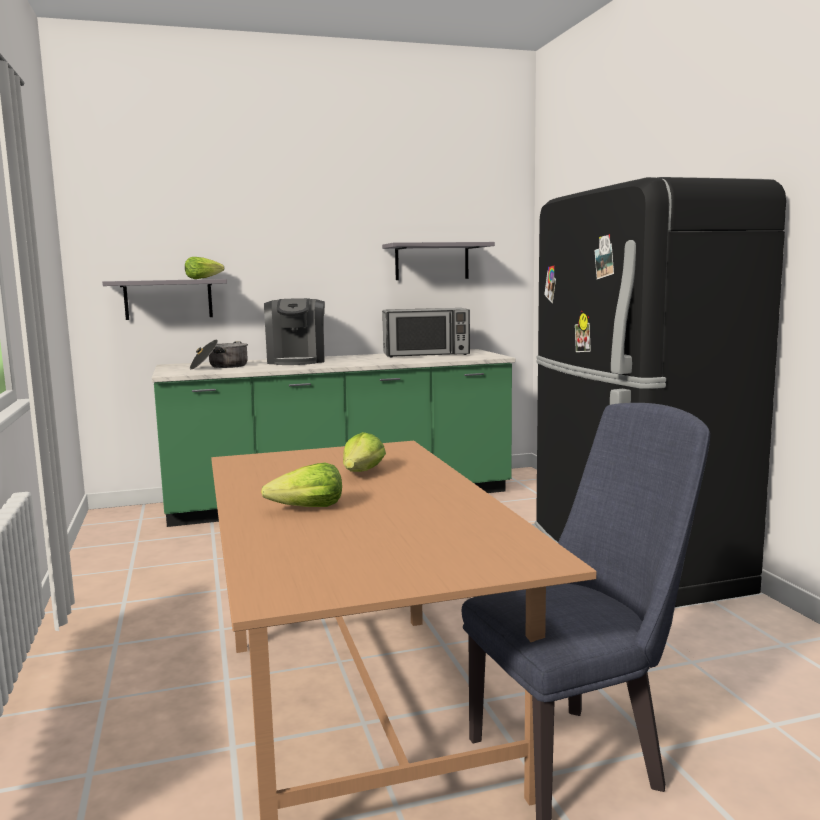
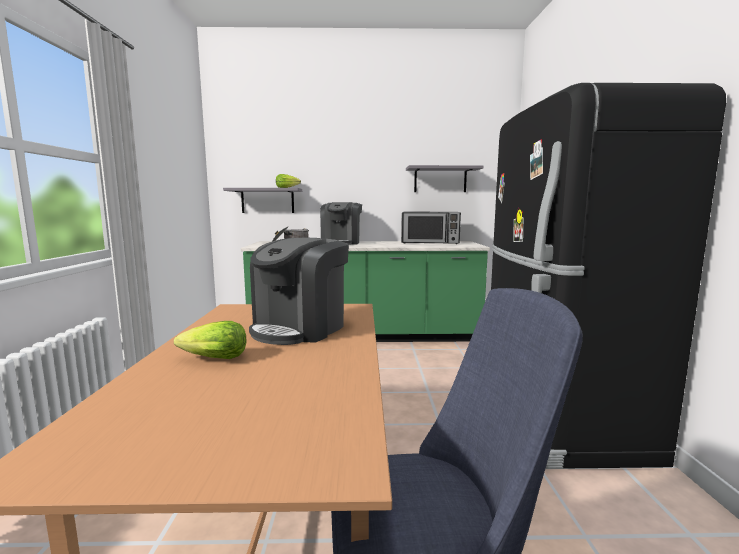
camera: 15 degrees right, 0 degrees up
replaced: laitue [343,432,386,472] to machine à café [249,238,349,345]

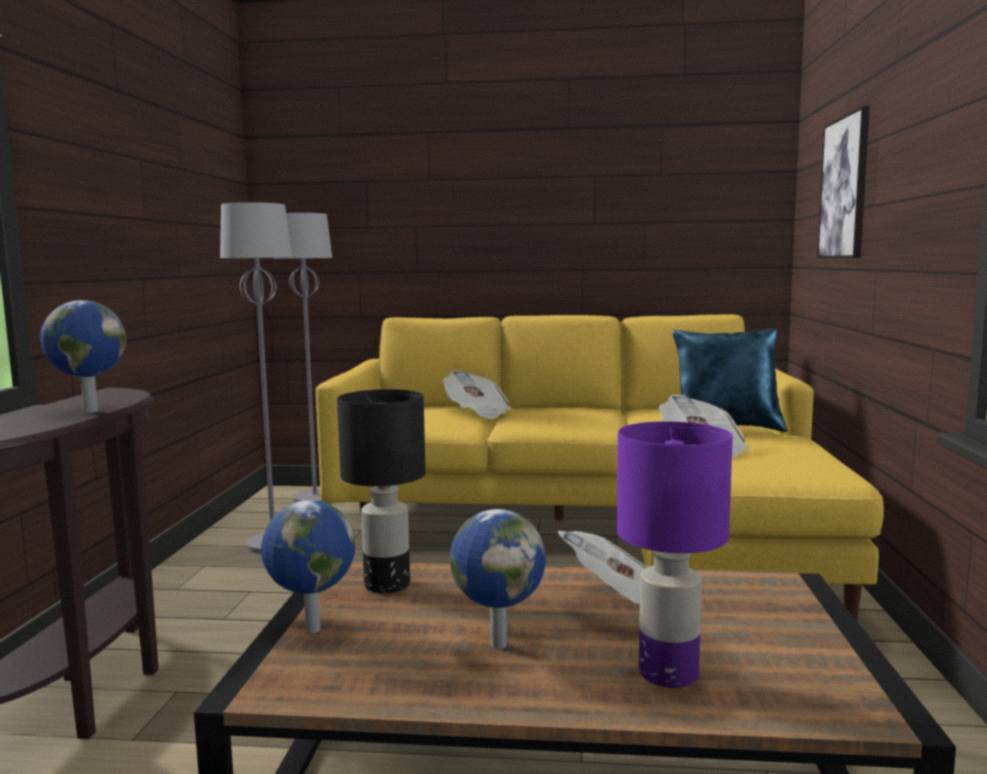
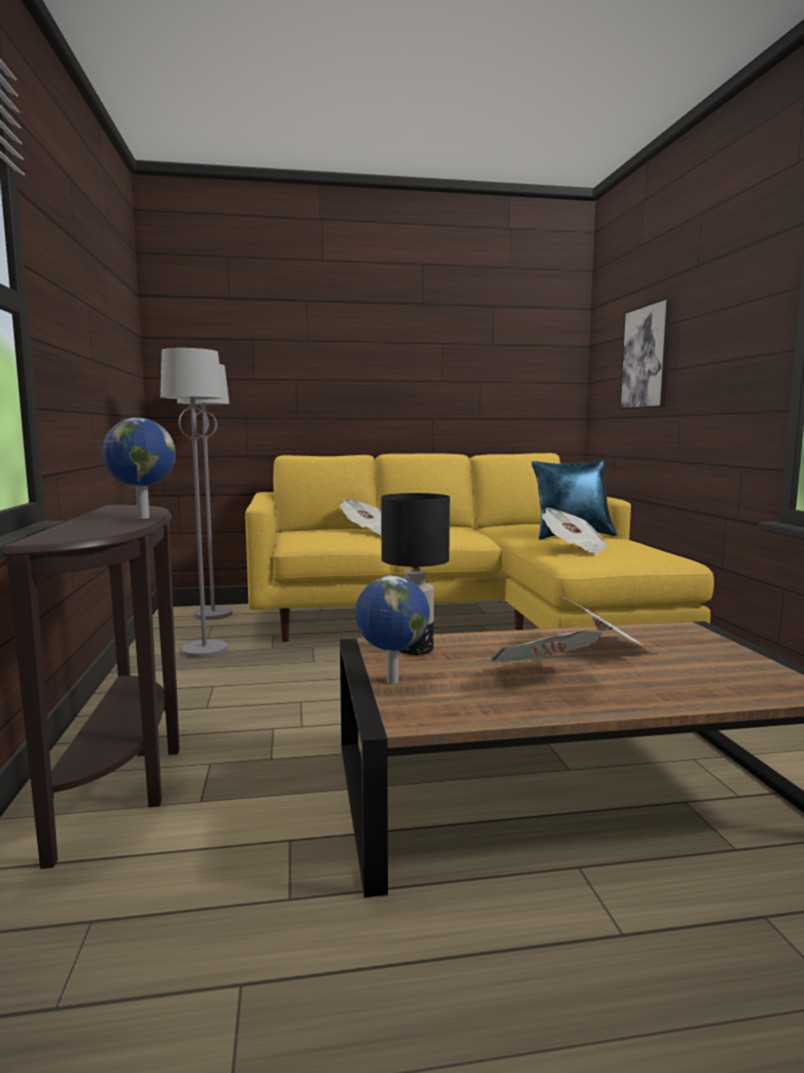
camera: 15 degrees left, 0 degrees up
removed: lampe de table (violet) [617,421,733,688]
replaced: globe [450,509,546,649] to journal [489,631,602,662]

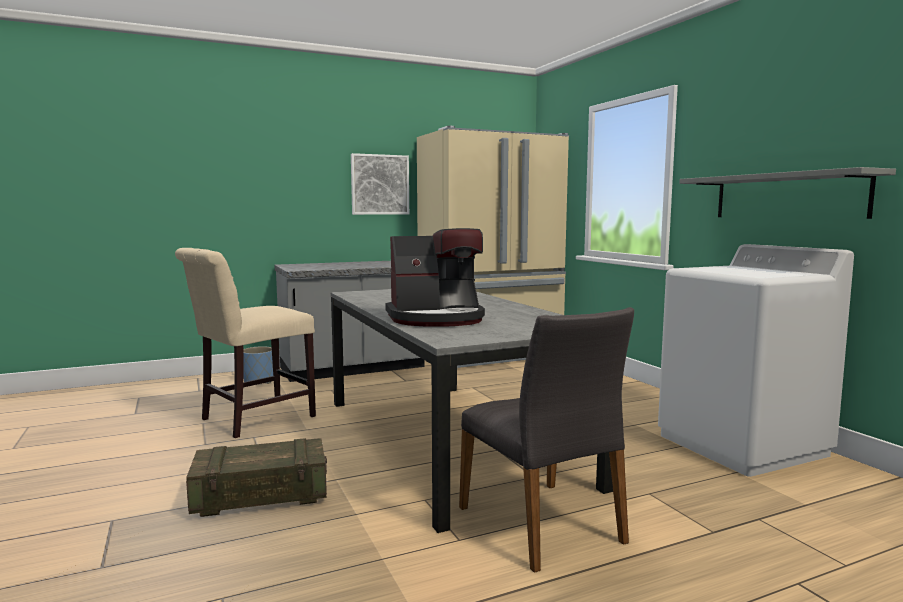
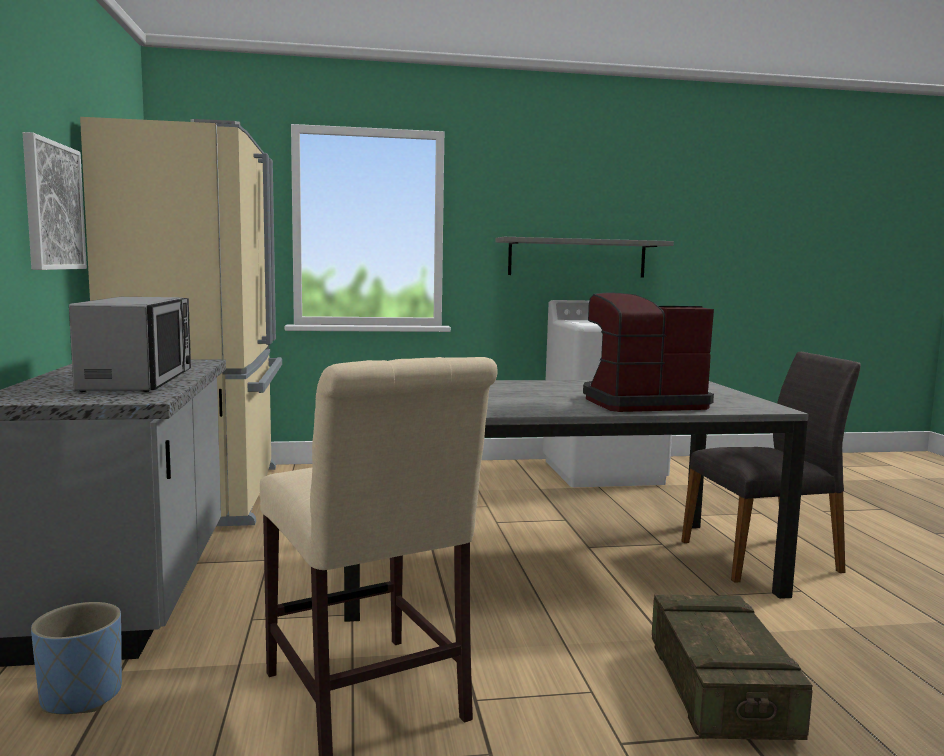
camera: 75 degrees left, 0 degrees up
added: micro-ondes [69,297,191,392]
turned: machine à café [386,228,485,327] = [583,293,714,412] 105 degrees counterclockwise

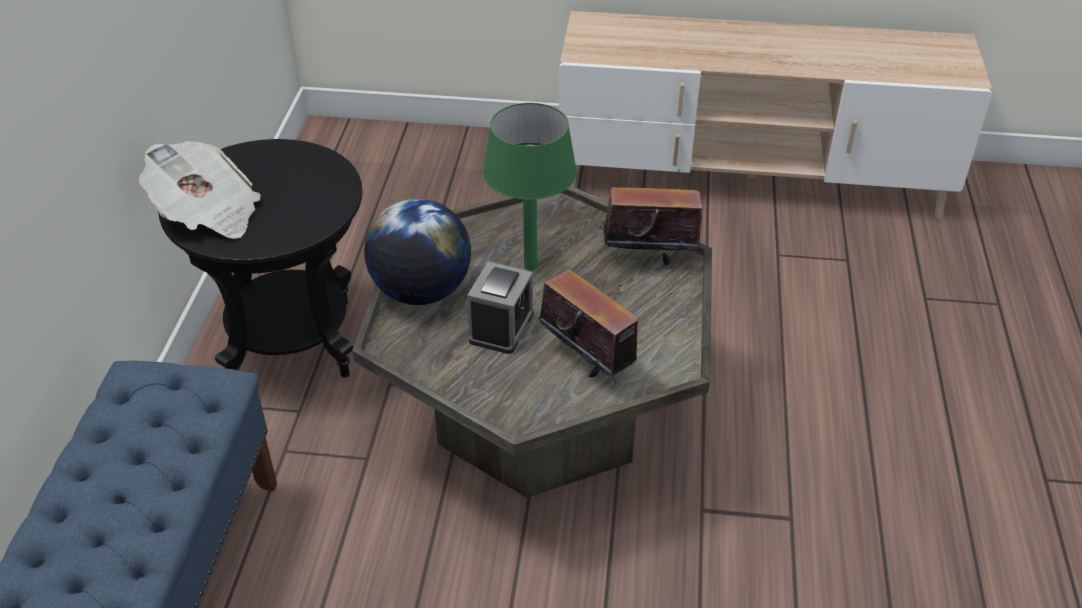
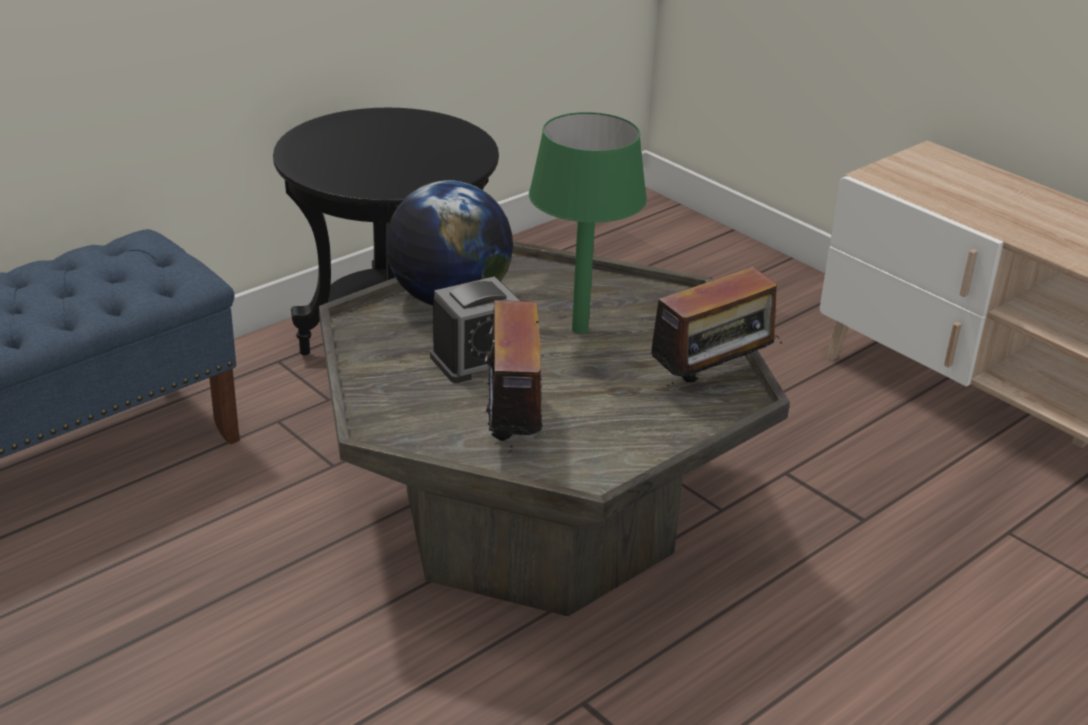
camera: 40 degrees right, 10 degrees down
removed: journal [139,141,261,239]
turned: radio [600,170,712,265] = [642,263,782,390] 105 degrees clockwise

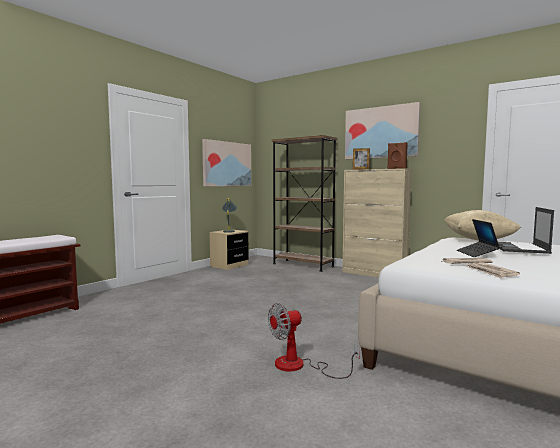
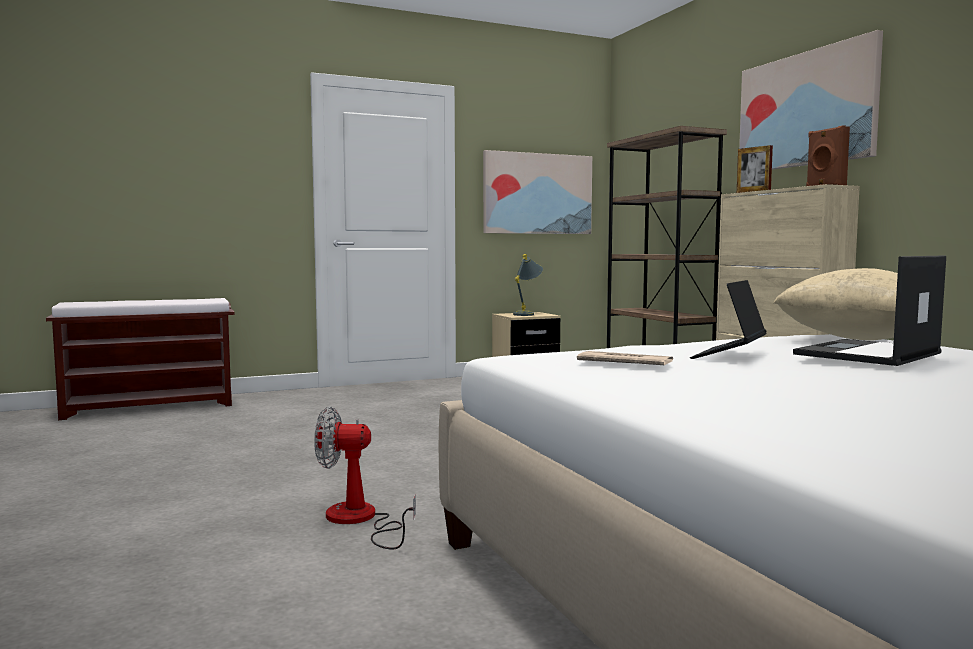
camera: 30 degrees right, 0 degrees up
removed: journal [465,262,520,279]

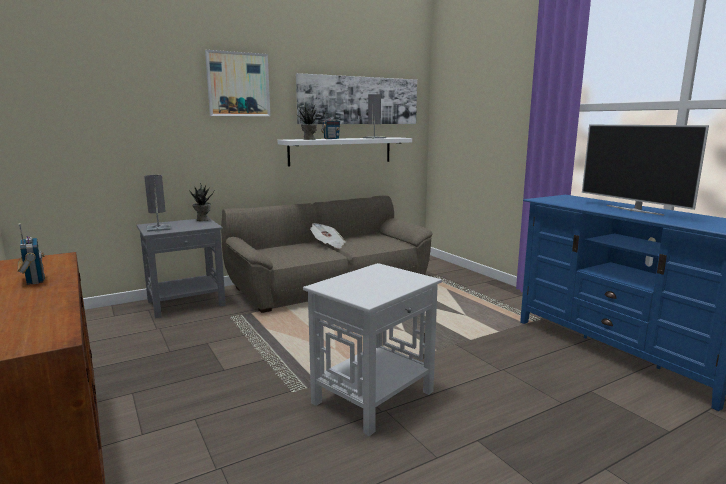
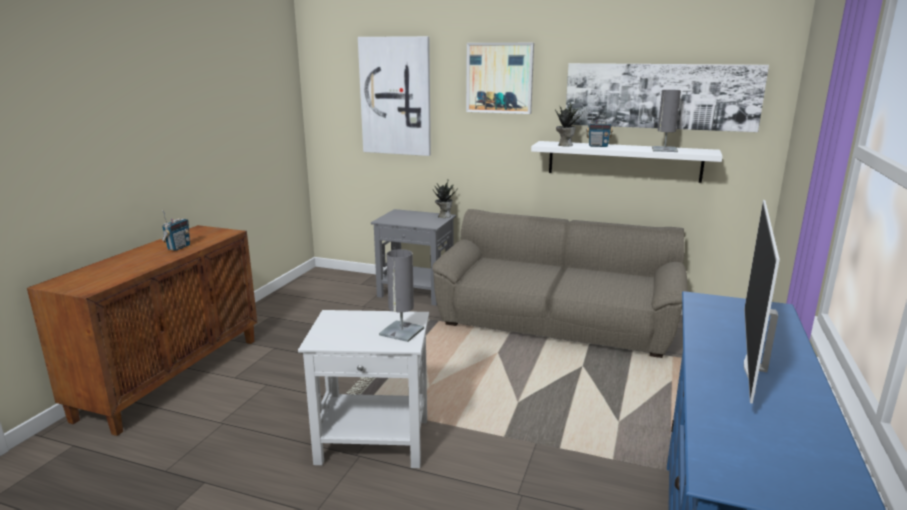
camera: 50 degrees right, 5 degrees up
removed: journal [310,223,346,249]
added: tableau [358,36,431,156]
moved: lampe de table (gris) [144,175,171,232] to [379,249,424,342]

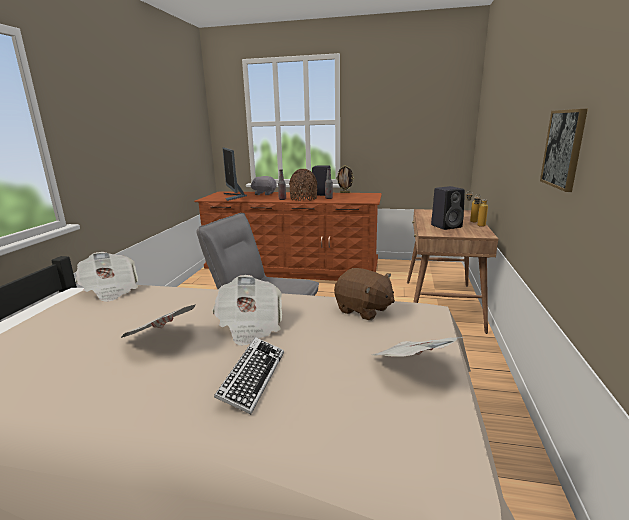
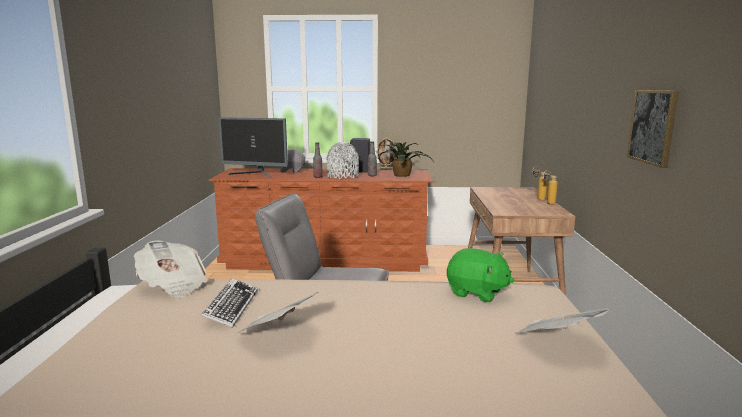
camera: 10 degrees left, 5 degrees down
removed: journal [213,275,282,346]; enceinte (noir) [431,186,465,230]
added: plante en pot [379,142,434,177]
moved: clavier [214,337,284,414] to [201,278,258,328]
recoloured: vase (marron) [289,169,317,201] to vase (gris) [326,142,359,179]; peluche (marron) [334,268,395,320] to peluche (vert) [447,248,514,302]
turned: écran d'ordinateur [223,148,247,201] = [219,117,288,177] 45 degrees counterclockwise

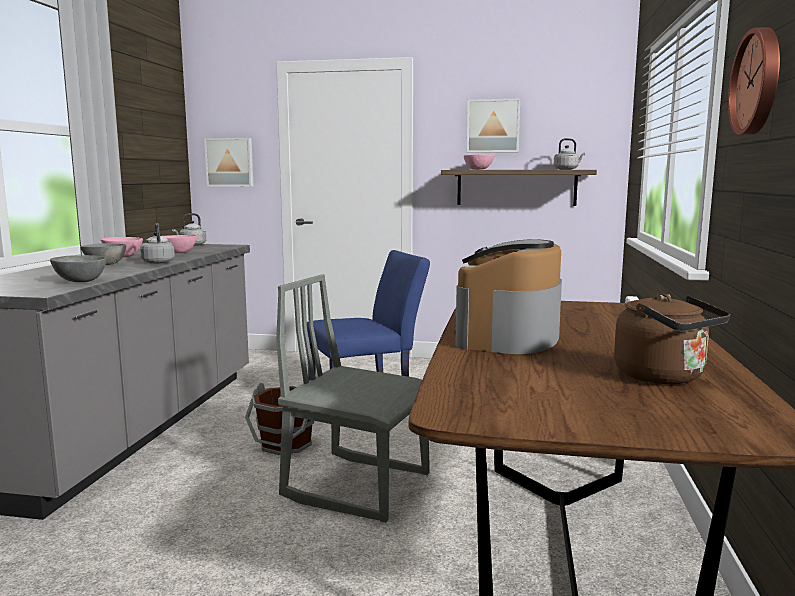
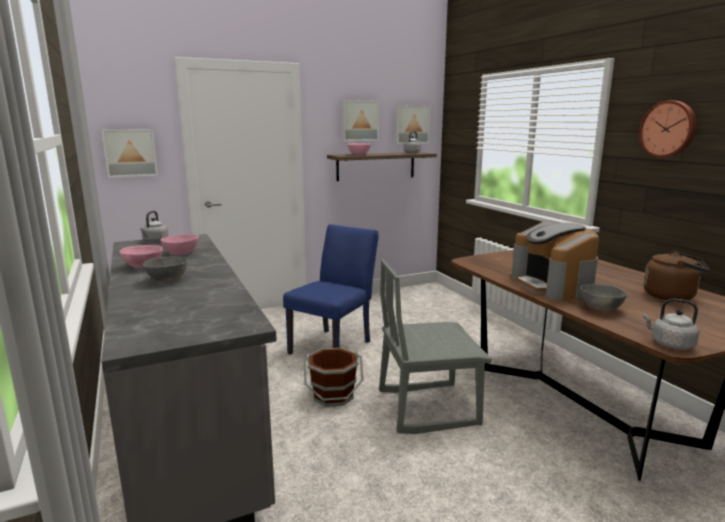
camera: 35 degrees left, 5 degrees up
added: tableau [395,105,430,144]
moved: bol (gris) [50,255,107,282] to [580,284,627,311]; bouilloire (gris) [140,223,175,264] to [643,299,700,350]

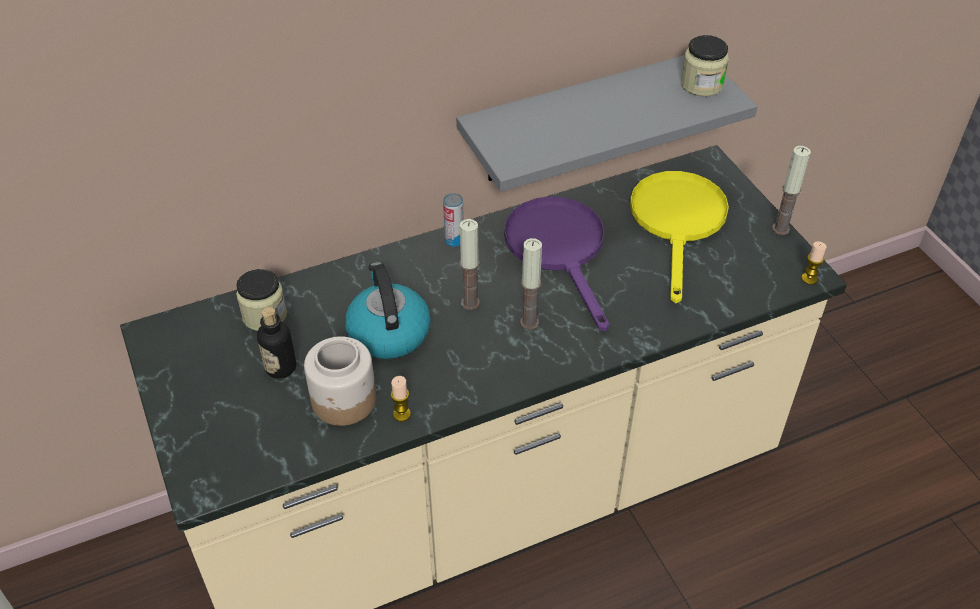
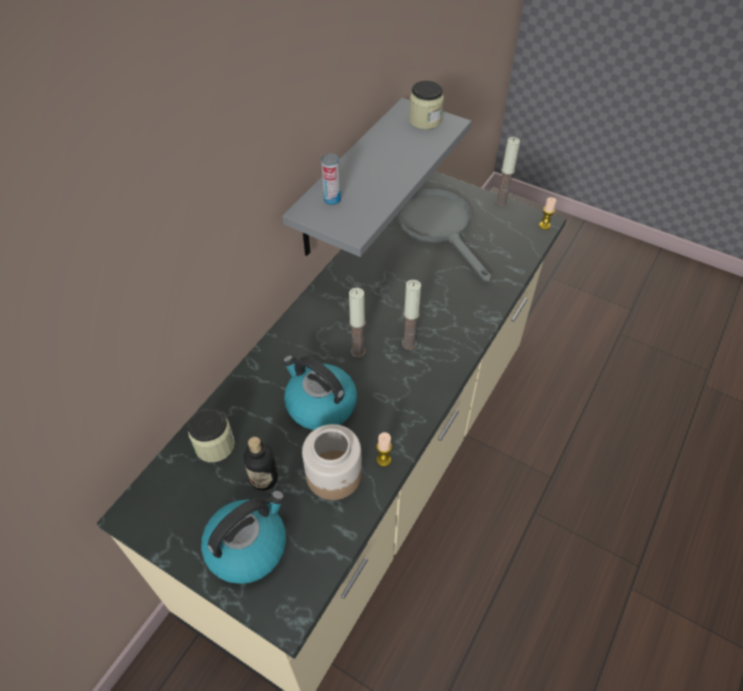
camera: 35 degrees left, 5 degrees up
removed: poêle (violet) [504,196,609,332]
added: bouilloire [201,490,286,584]
moved: boîte métallique [443,193,464,247] to [321,154,341,205]
recoloured: poêle (jaune) [630,171,729,303] to poêle (gris) [398,189,491,281]

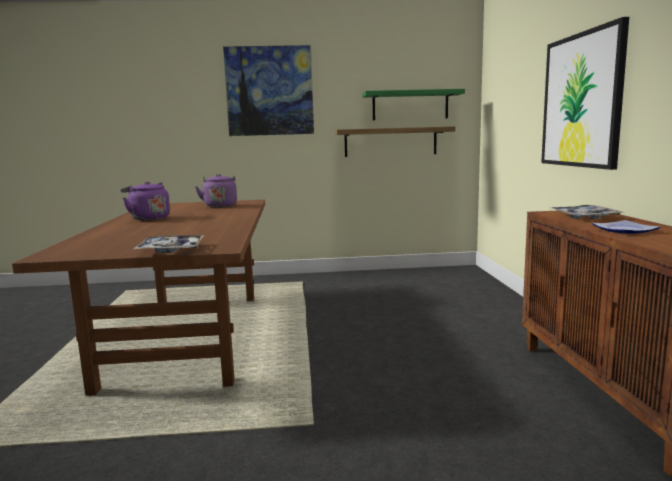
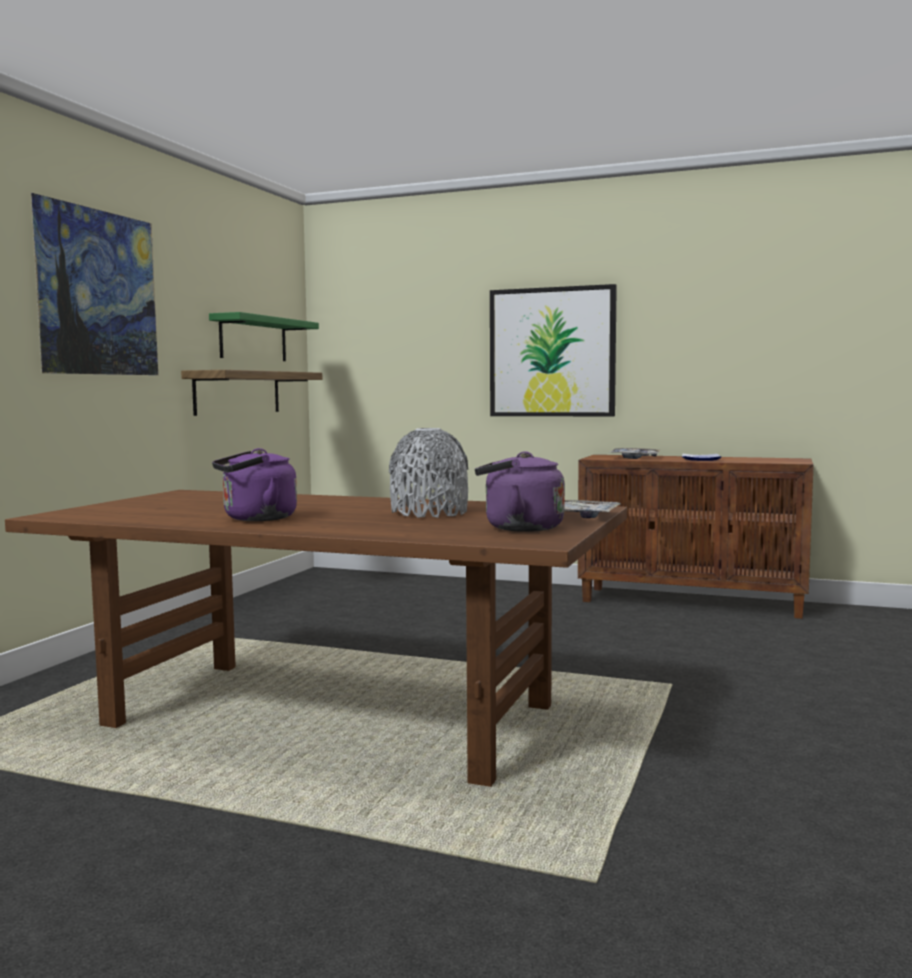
camera: 65 degrees left, 5 degrees down
added: vase (gris) [389,428,468,518]
moved: bouilloire (violet) [195,174,237,207] to [475,451,565,532]

